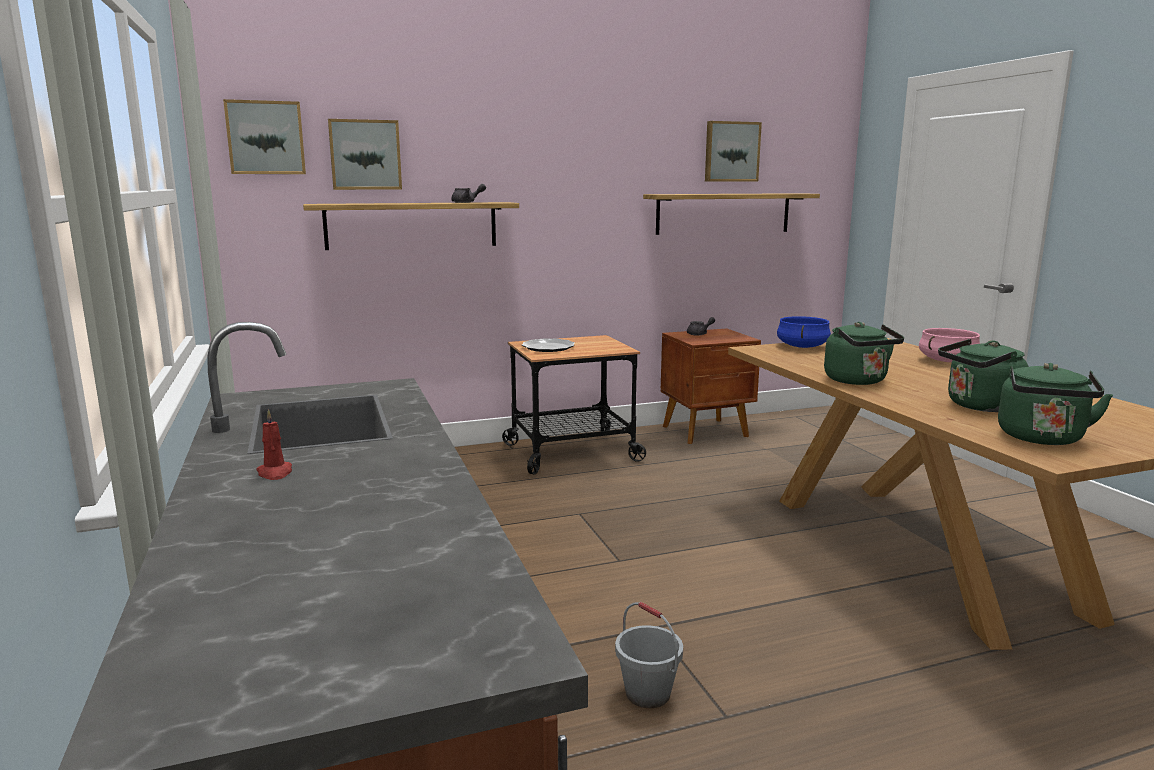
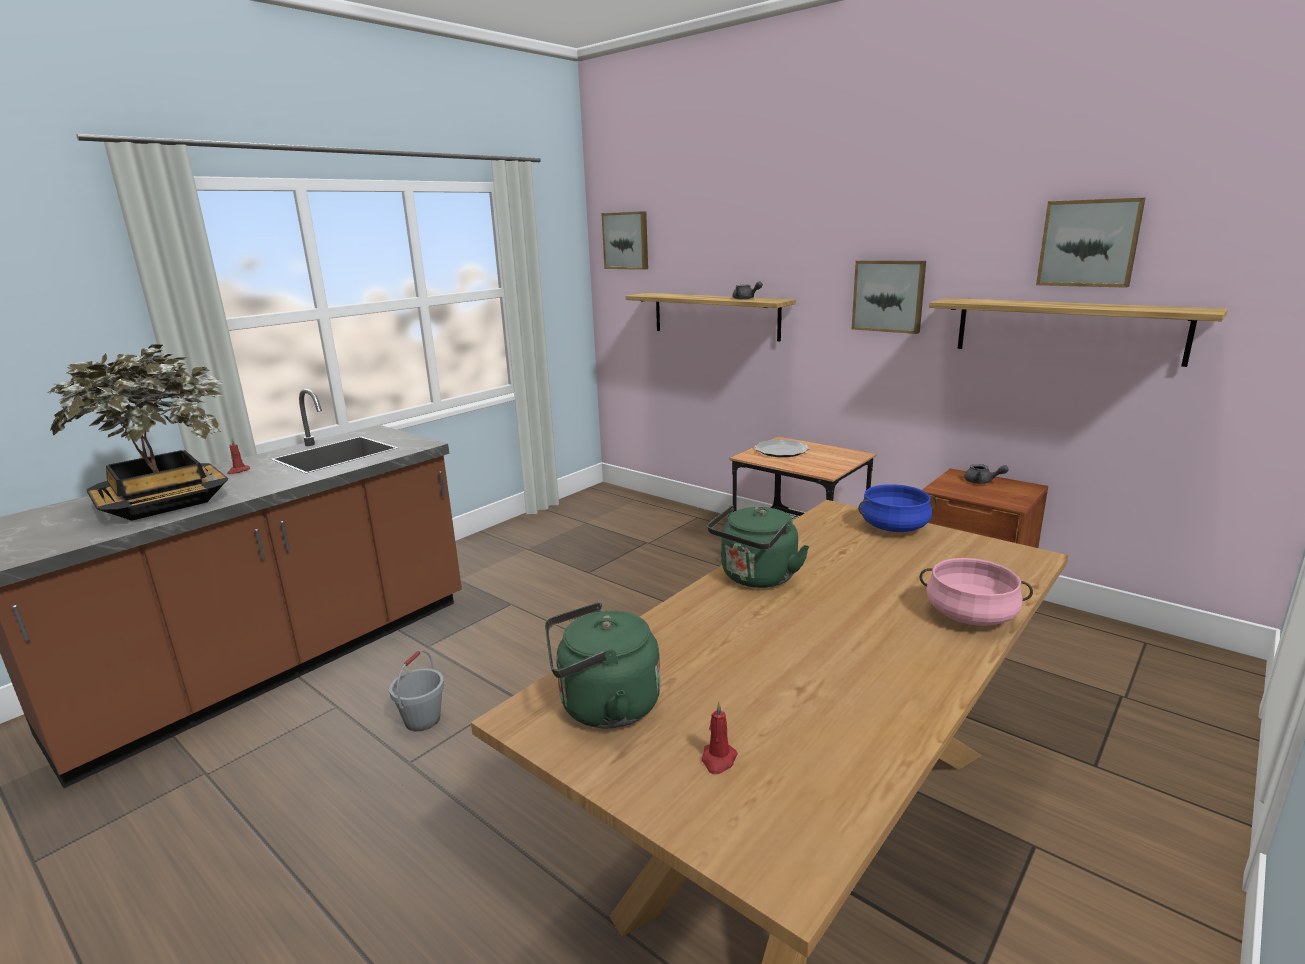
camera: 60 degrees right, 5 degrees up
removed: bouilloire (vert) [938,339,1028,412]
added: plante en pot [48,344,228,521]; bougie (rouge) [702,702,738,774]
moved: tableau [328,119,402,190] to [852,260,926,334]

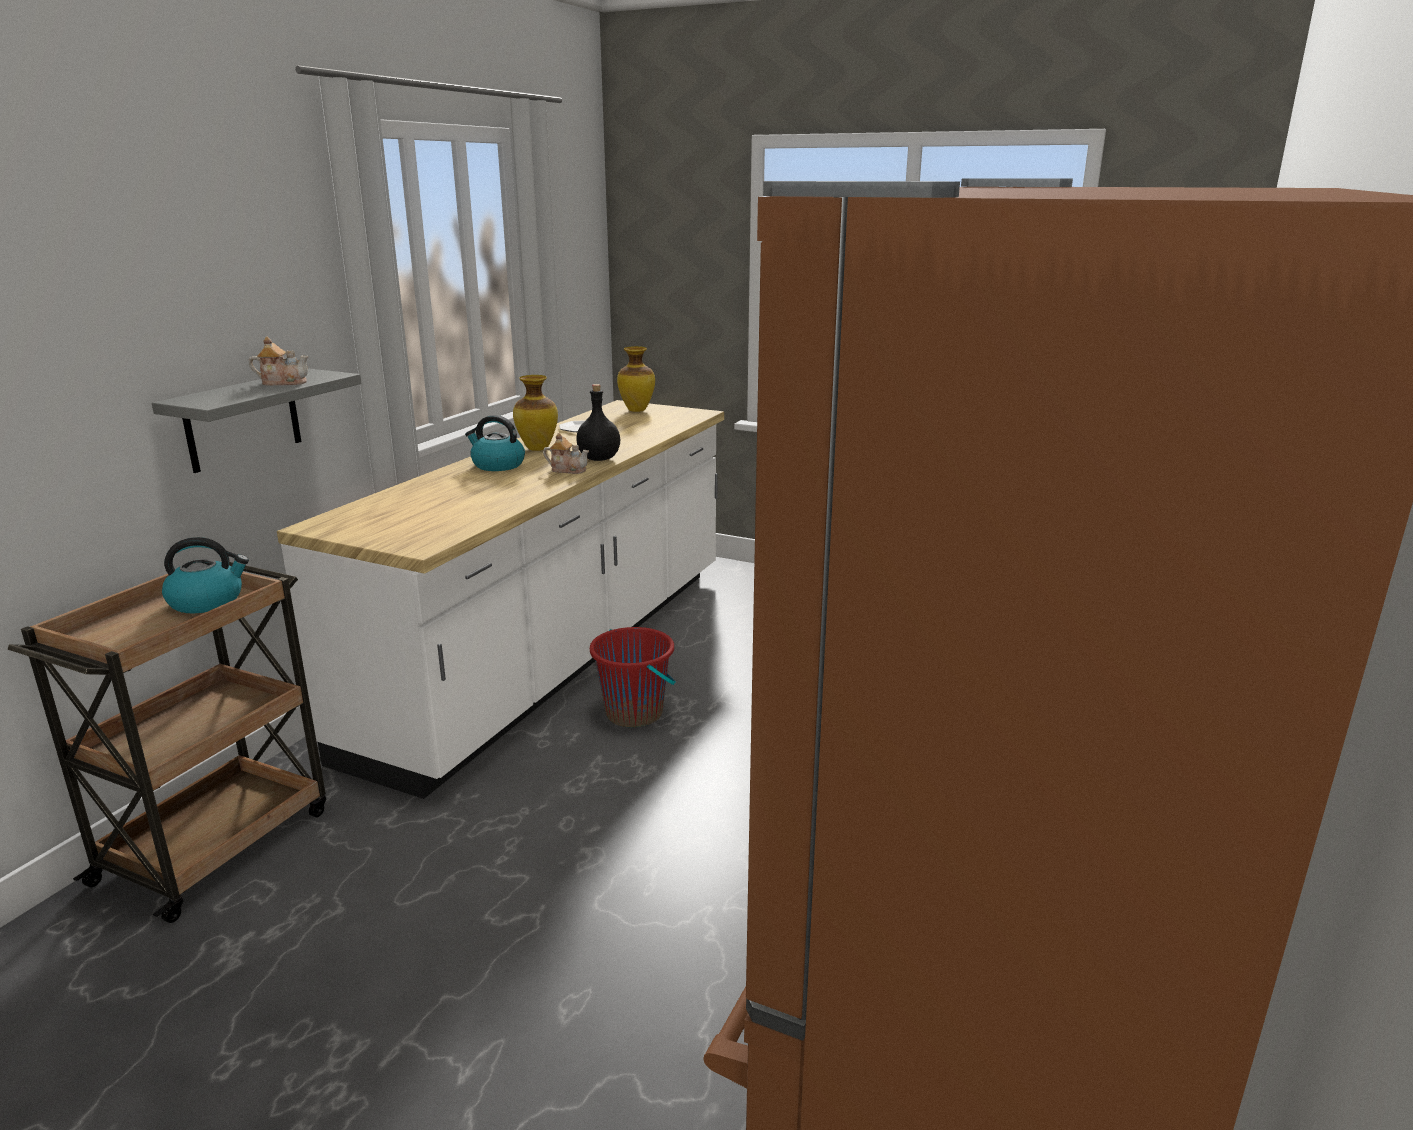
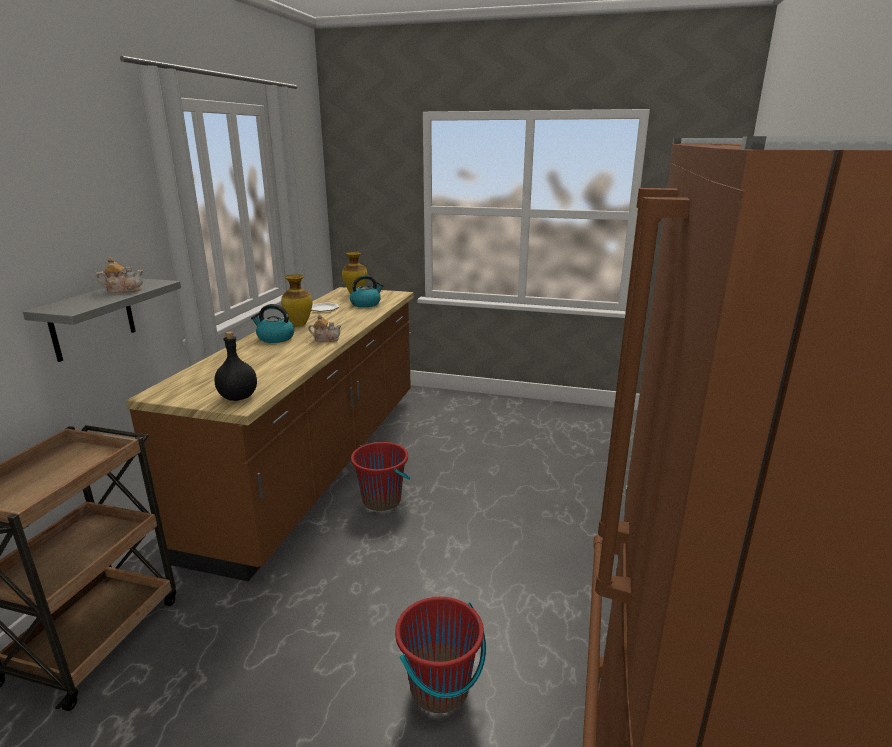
camera: 10 degrees left, 0 degrees up
added: seau (rouge) [395,597,486,713]
moved: bouilloire [162,537,249,613] to [350,275,384,308]; bouteille (noir) [576,384,620,461] to [214,331,257,401]
recoloured: comptoir de cuisine (blanc) [277,400,724,799] to comptoir de cuisine (marron) [126,287,414,581]

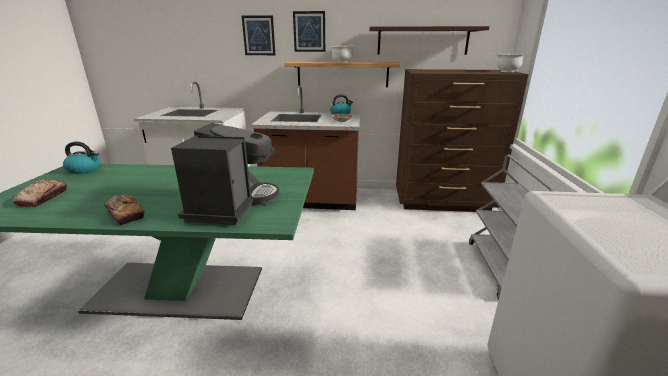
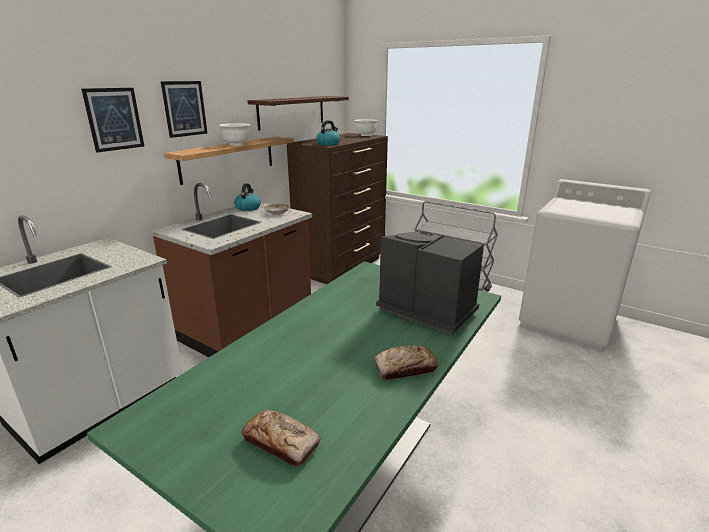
camera: 60 degrees left, 0 degrees up
moved: bouilloire [63,141,100,174] to [316,120,340,146]

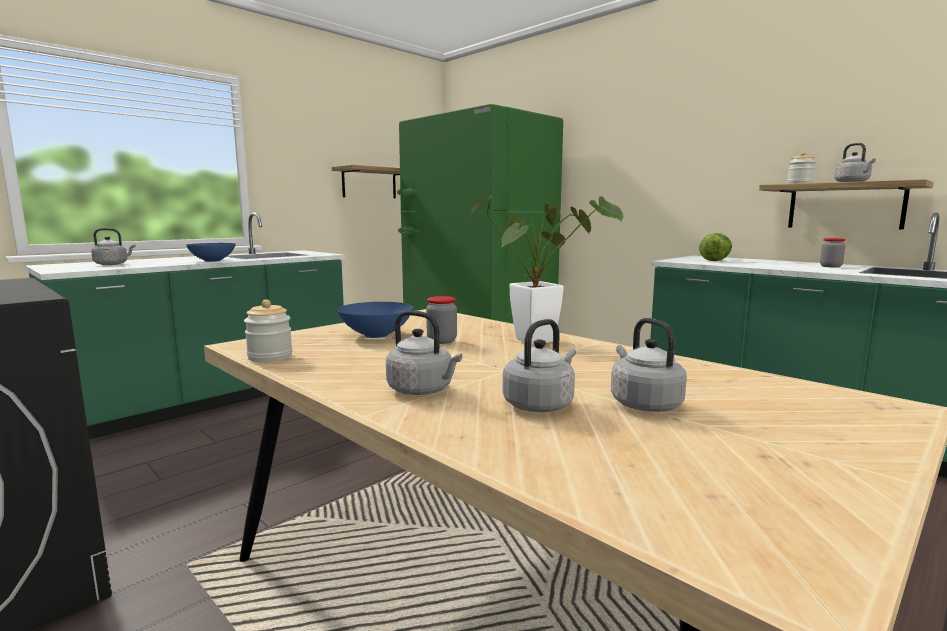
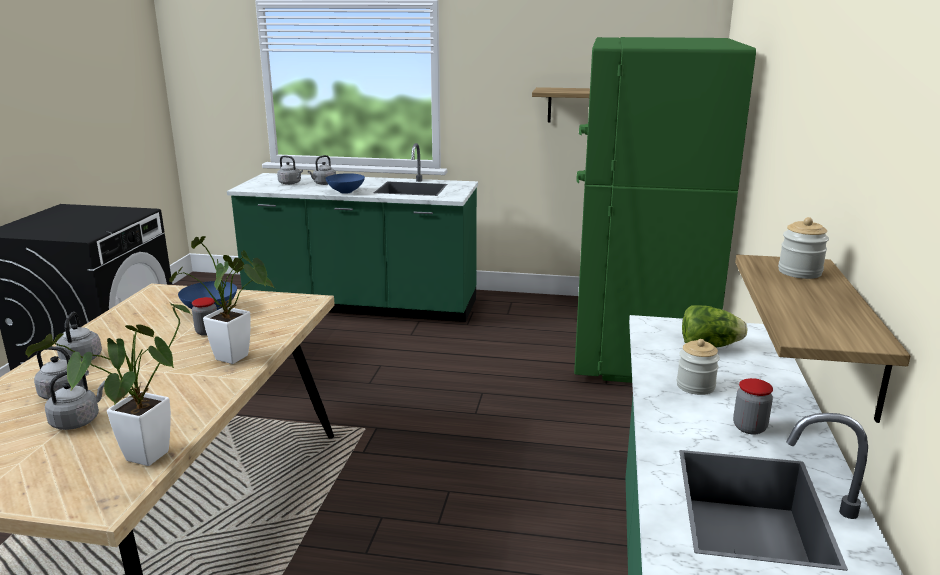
camera: 55 degrees right, 10 degrees up
added: plante en pot [25,301,192,466]
moved: bocal [244,300,293,362] to [676,339,720,395]; bouilloire (gris) [834,143,876,182] to [308,155,336,185]

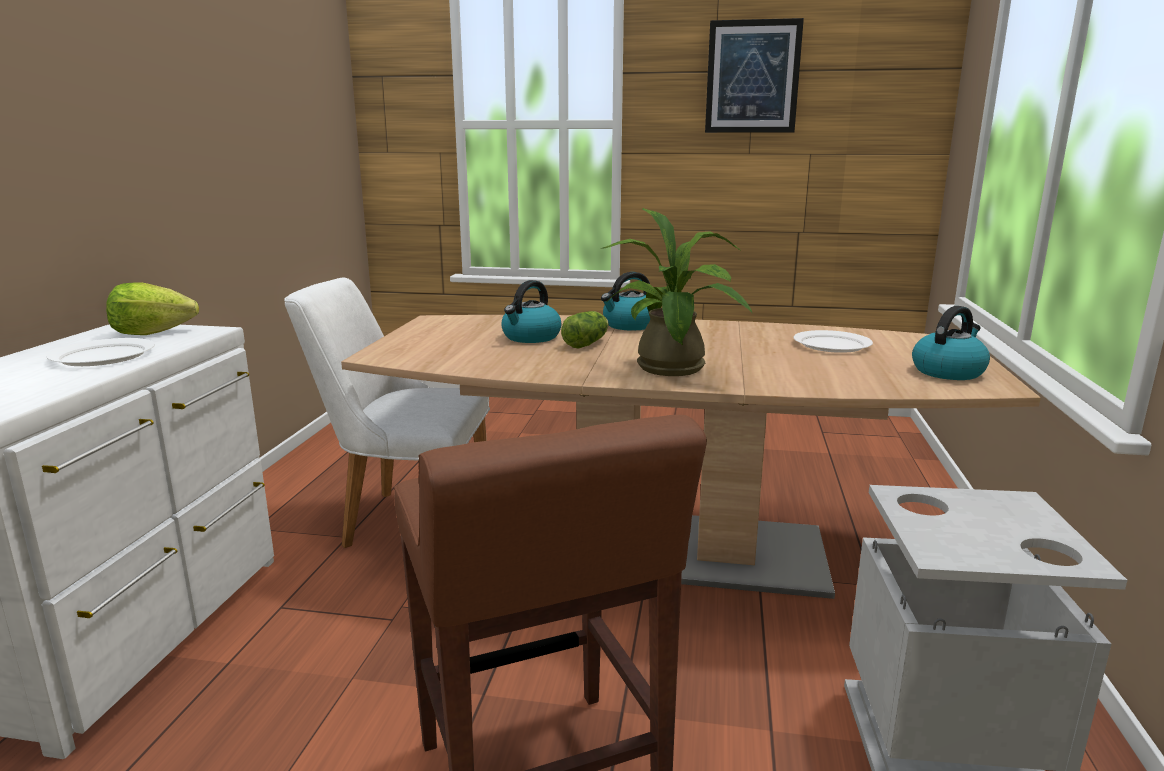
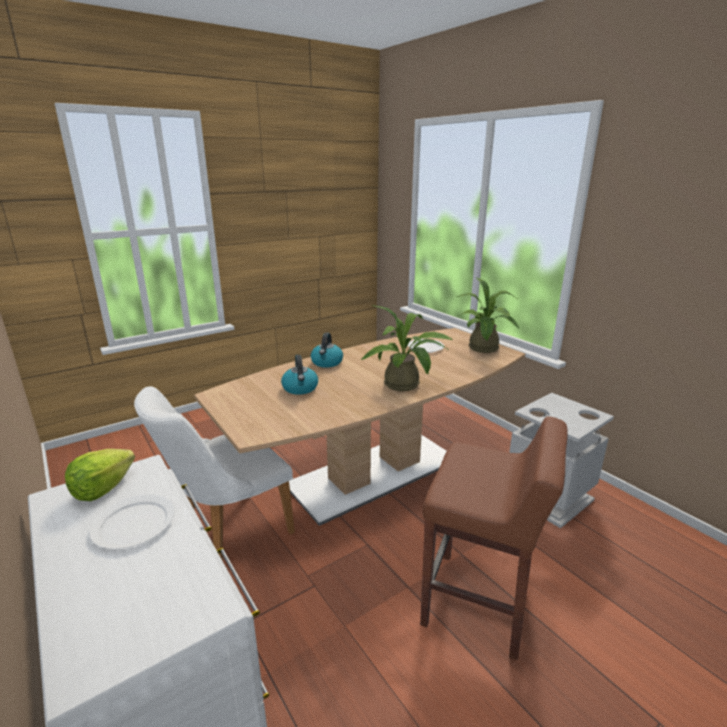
camera: 45 degrees left, 5 degrees up
removed: laitue [561,311,609,348]; tableau [705,18,804,133]
replaced: bouilloire [912,306,990,380] to plante en pot [457,277,519,353]

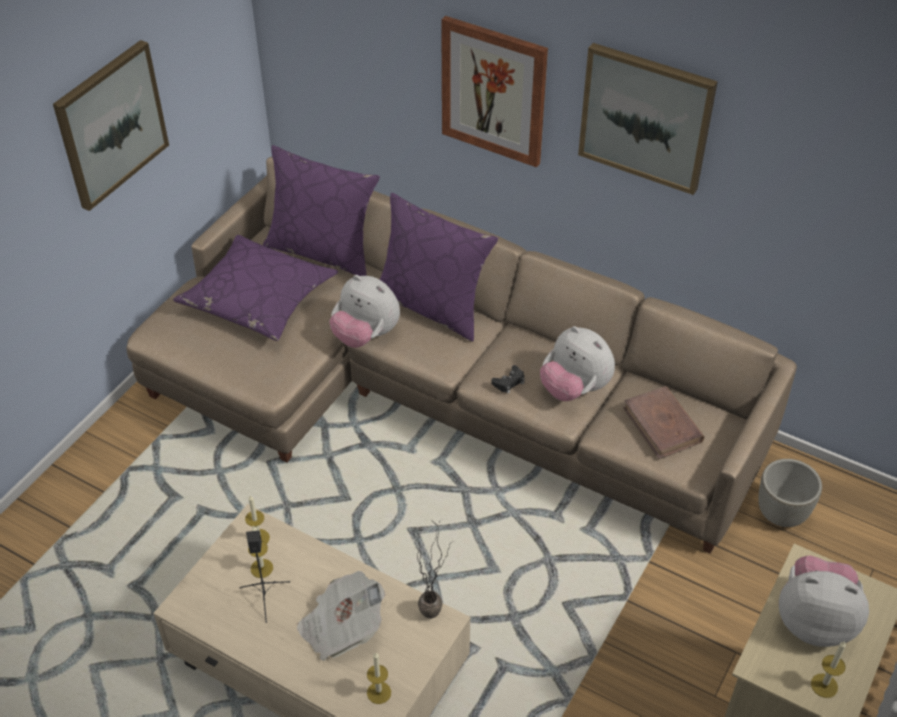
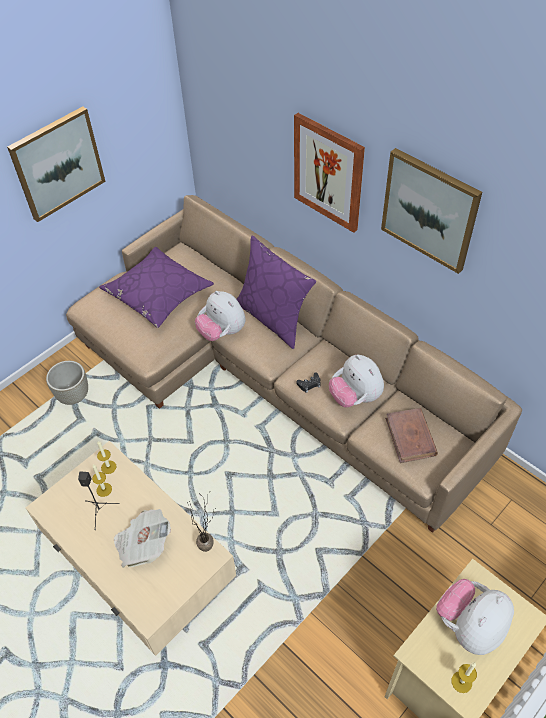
camera: 15 degrees right, 5 degrees up
removed: coussin (violet) [263,145,380,276]; bougie [367,653,391,704]
moved: cache-pot (gris) [758,459,822,527] to [46,361,88,405]
turned: peluche [779,555,869,647] = [436,579,514,655] 75 degrees counterclockwise

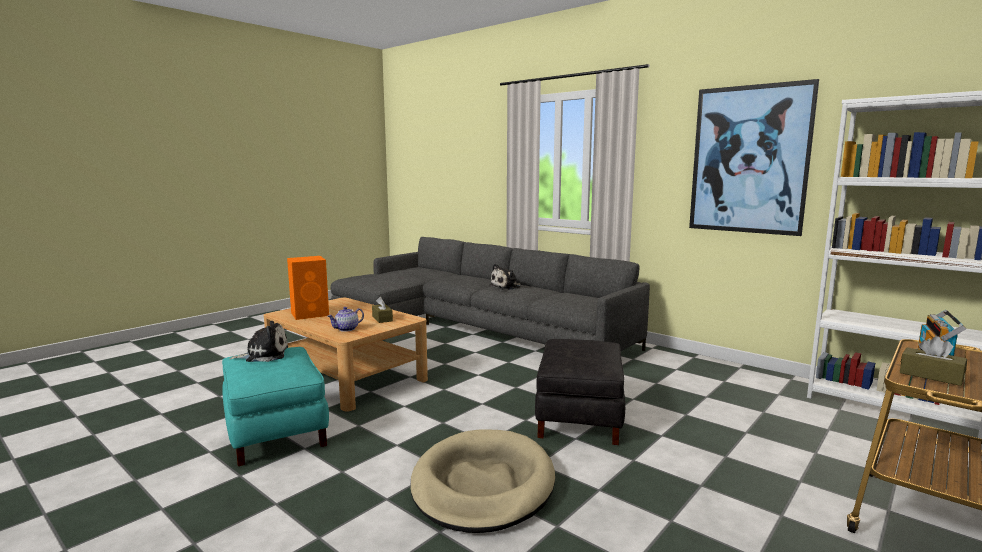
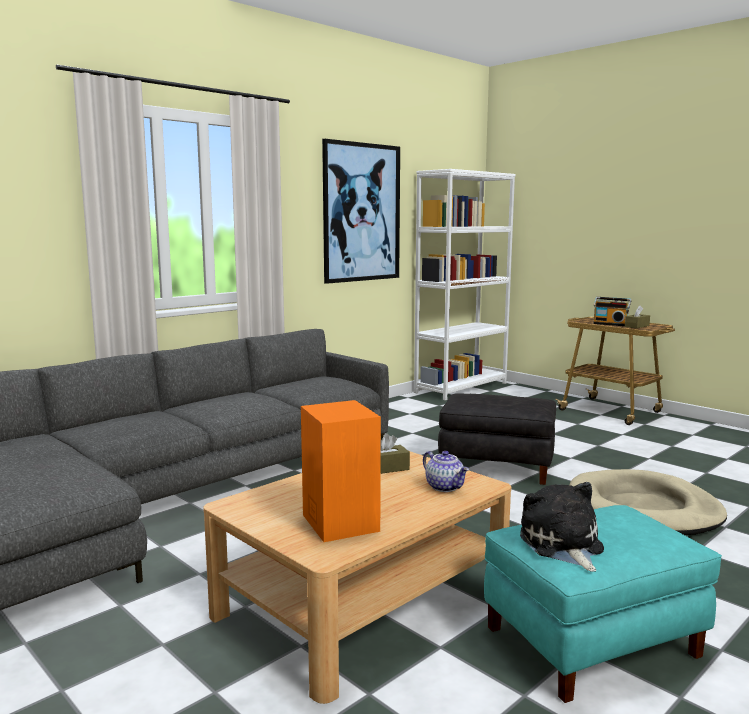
camera: 85 degrees left, 0 degrees up
removed: peluche [489,264,521,290]

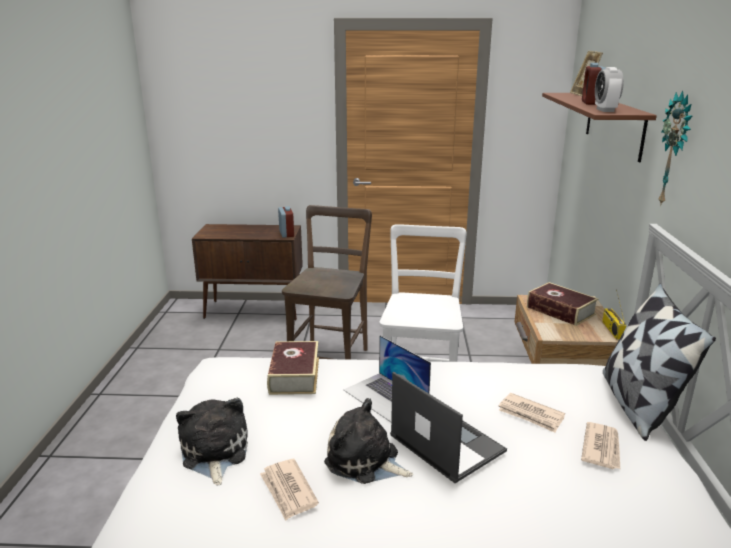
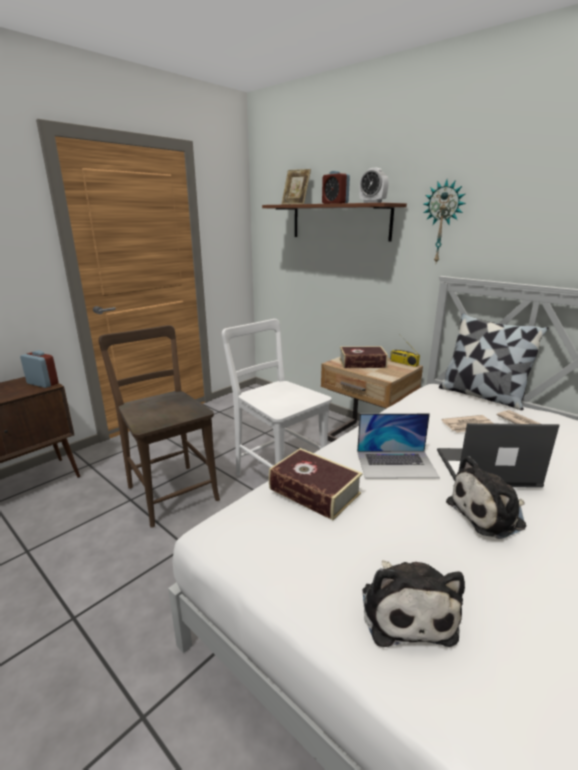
camera: 50 degrees left, 0 degrees up
removed: journal [260,459,319,521]
turned: peluche [176,398,248,485] = [362,560,465,647] 120 degrees counterclockwise

